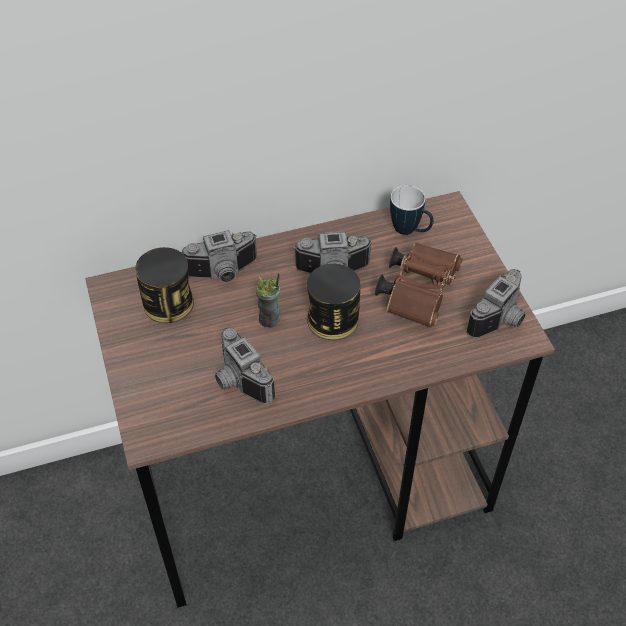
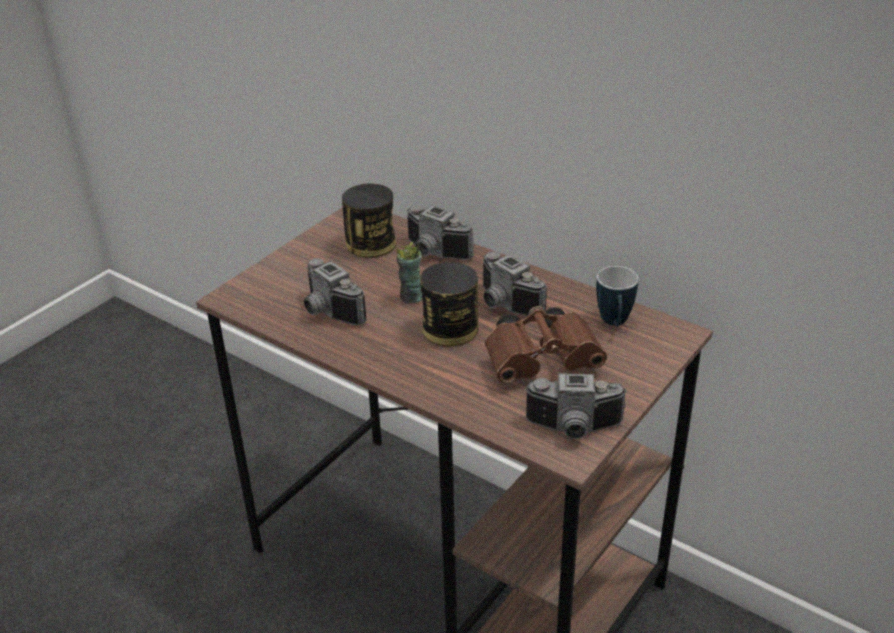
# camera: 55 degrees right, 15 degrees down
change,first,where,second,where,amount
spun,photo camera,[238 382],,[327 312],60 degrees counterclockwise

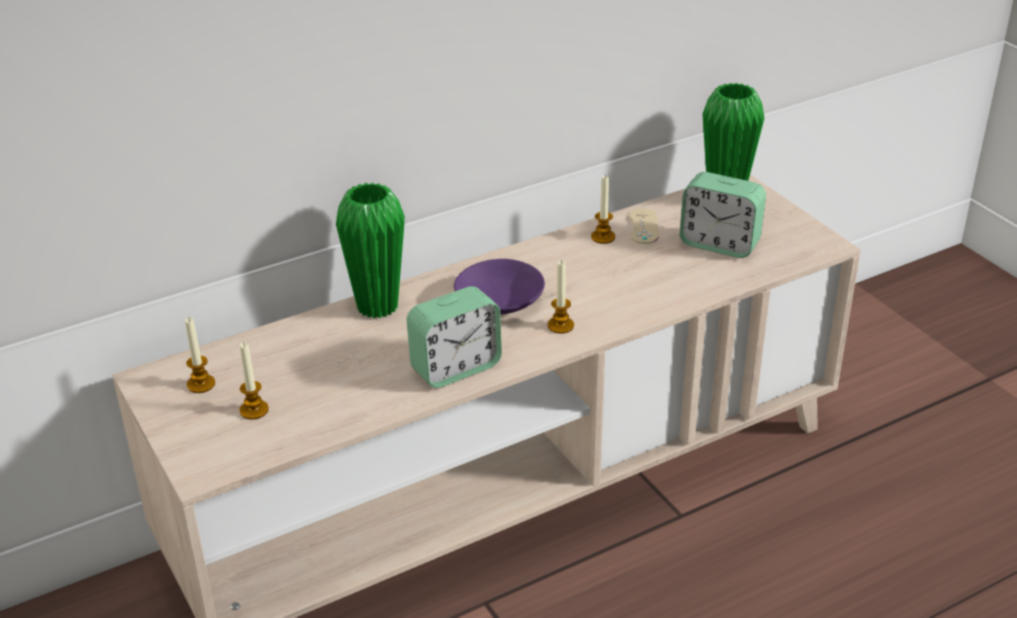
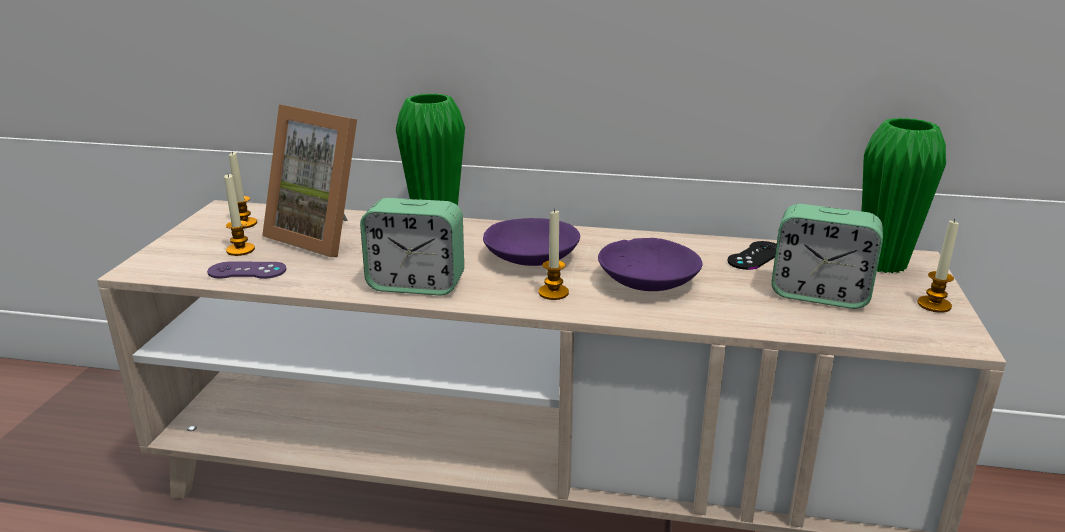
# camera: 40 degrees right, 10 degrees down
change,first,where,second,where,amount
appeared,,,purple game controller,[247 271],
appeared,,,picture frame,[324 235],
appeared,,,purple bowl,[648 281],
relocated,candle,[603 237],,[934 305],
colour,beige game controller,[643 226],black game controller,[755 256],
spun,alarm clock,[719 244],,[819 294],45 degrees counterclockwise

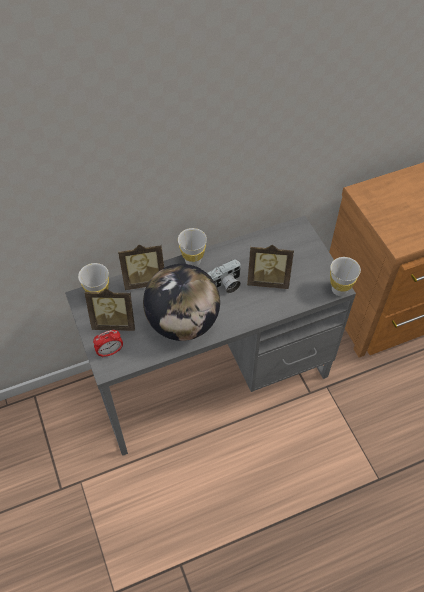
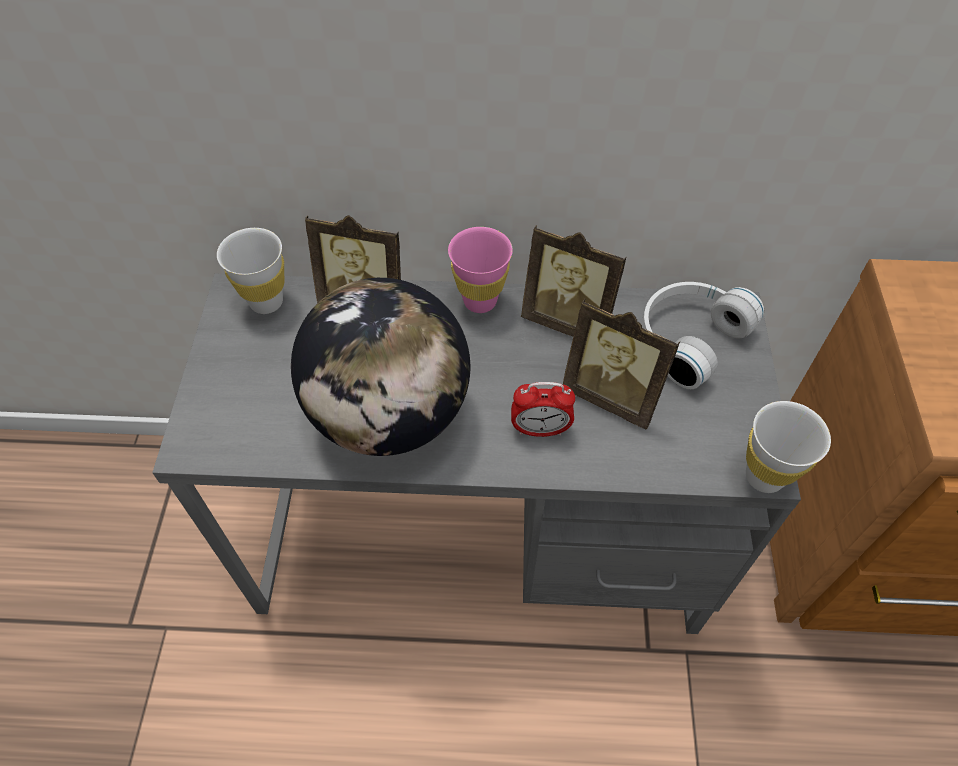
# camera: 25 degrees right, 0 degrees up
change,first,where,second,where,amount
missing,photo camera,[225 285],,,
appeared,,,white headphones,[687 338],
relocated,picture frame,[114 322],,[569 320],
relocated,alarm clock,[110 352],,[540 429],
colour,white cup,[193 261],pink cup,[480 301],

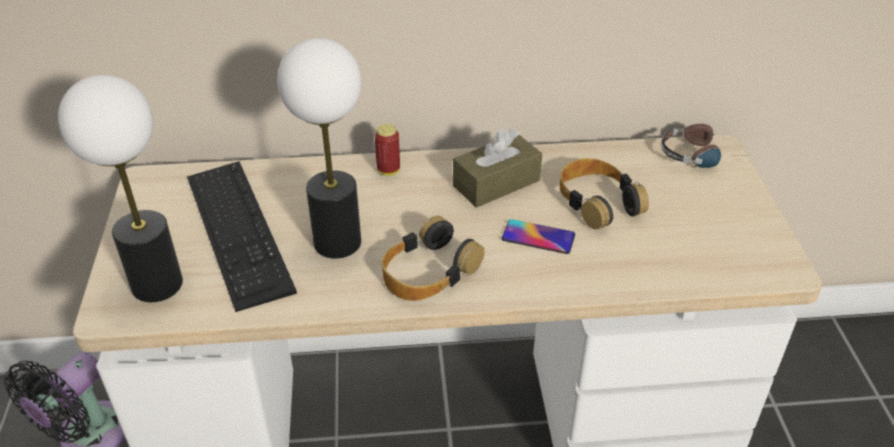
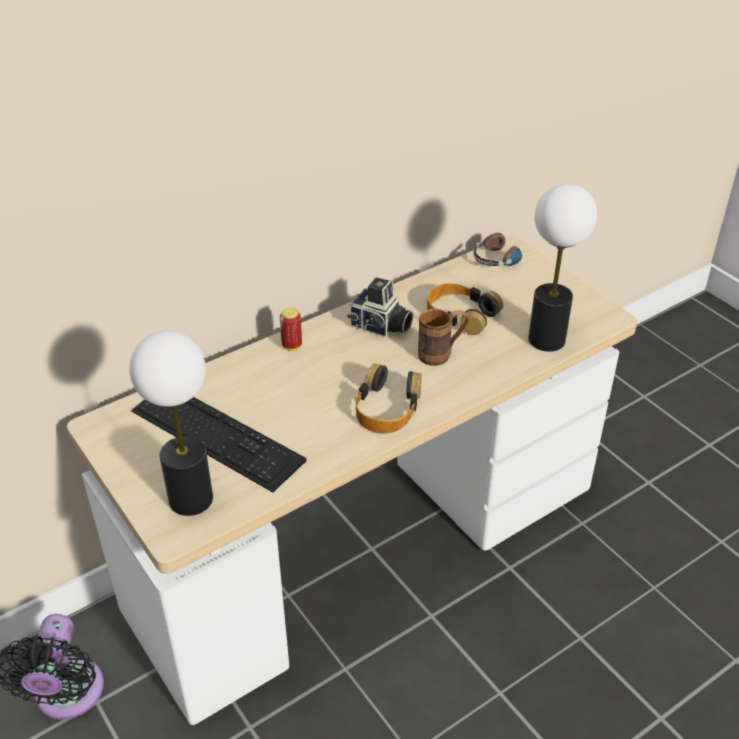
# camera: 30 degrees left, 0 degrees up
change,first,where,second,where,amount
relocated,table lamp,[336 242],,[546 340],
exchanged,brown tissue box,[496 183],photo camera,[380 327],
exchanged,phone,[538 237],brown mug,[441 354],

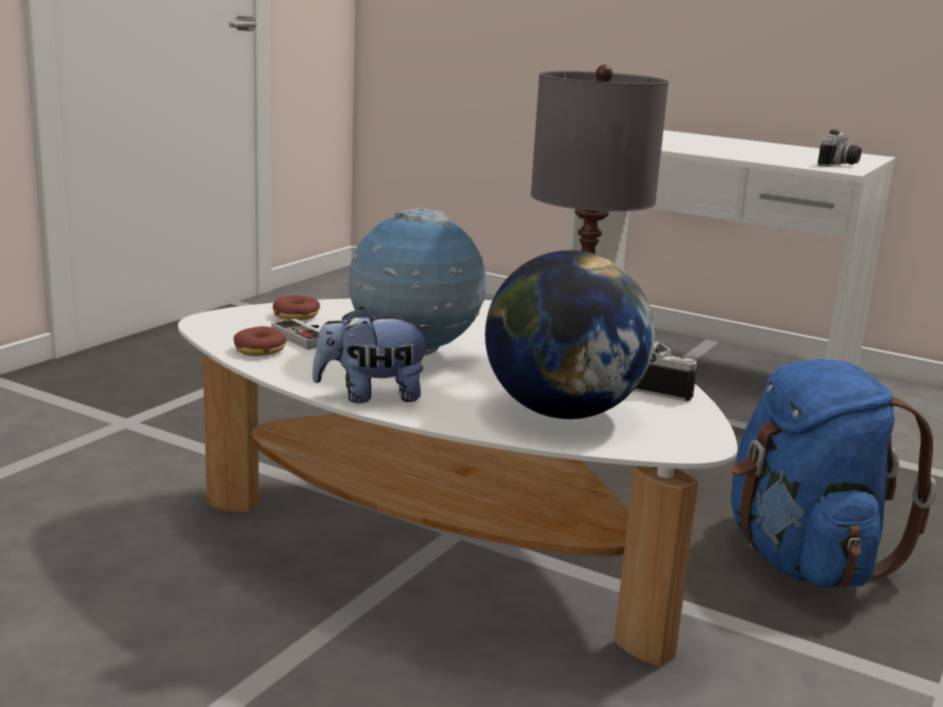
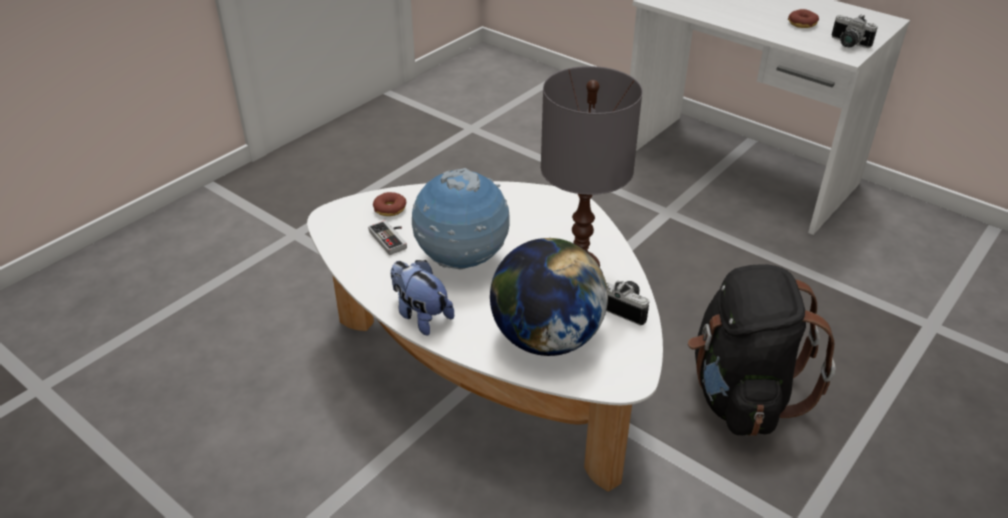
# camera: 10 degrees right, 20 degrees up
change,first,where,second,where,amount
relocated,donut,[260 350],,[802 23],
colour,blue backpack,[802 560],black backpack,[741 395],
spun,plush toy,[371 396],,[421 315],45 degrees clockwise
spun,photo camera,[839 165],,[847 44],90 degrees clockwise

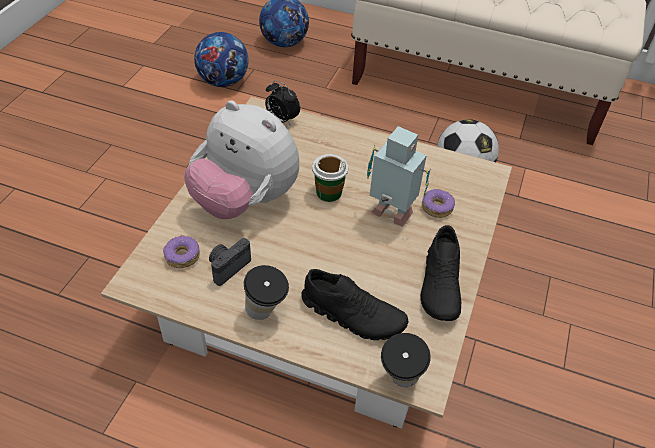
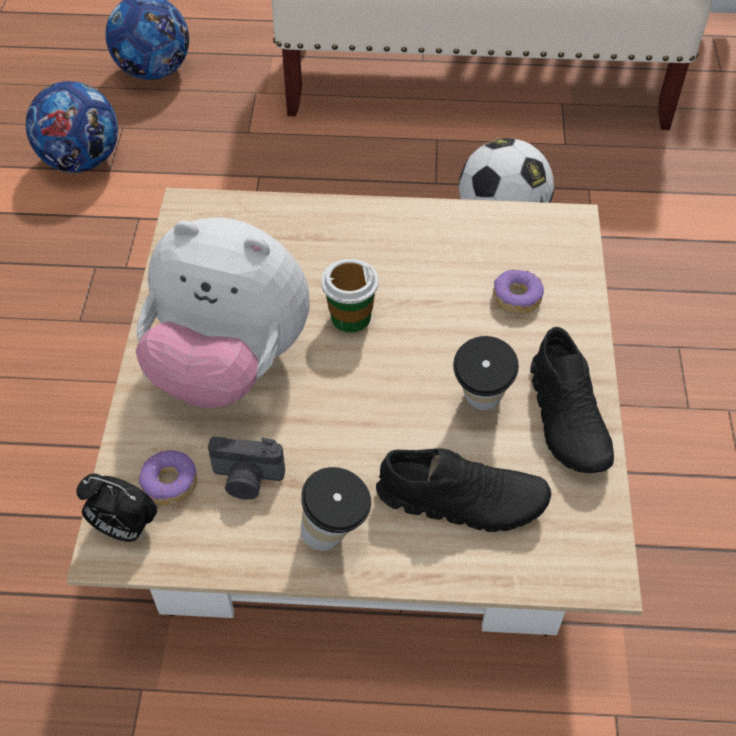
# camera: 15 degrees left, 5 degrees up
change,first,where,second,where,amount
missing,toy robot,[391 216],,,
relocated,alarm clock,[281 120],,[124 528],
relocated,cup,[399 382],,[480 406],
spun,photo camera,[227 267],,[247 480],105 degrees counterclockwise

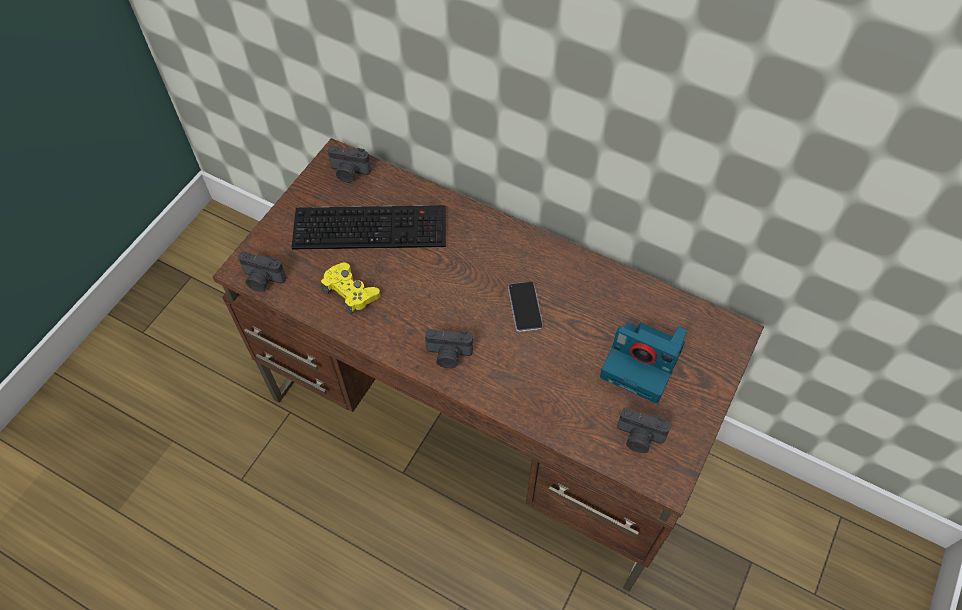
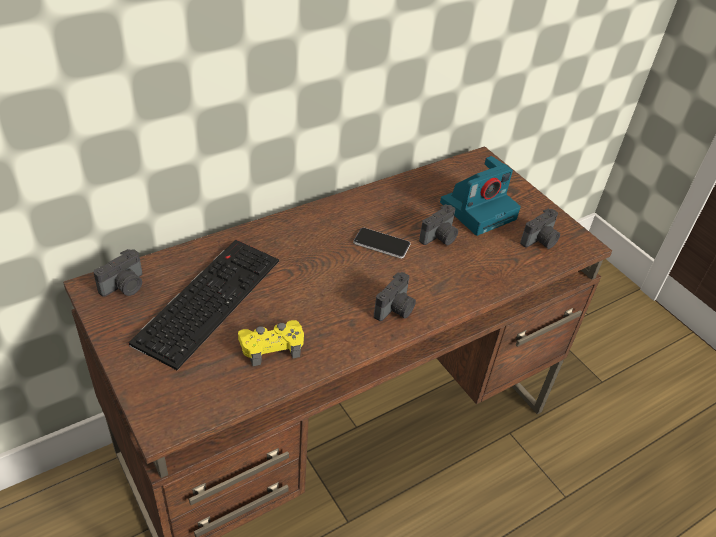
# camera: 65 degrees left, 15 degrees down
change,first,where,second,where,amount
relocated,photo camera,[262 280],,[440 238],

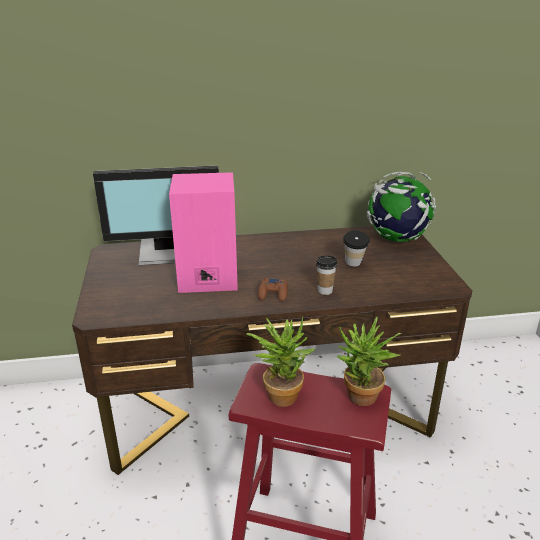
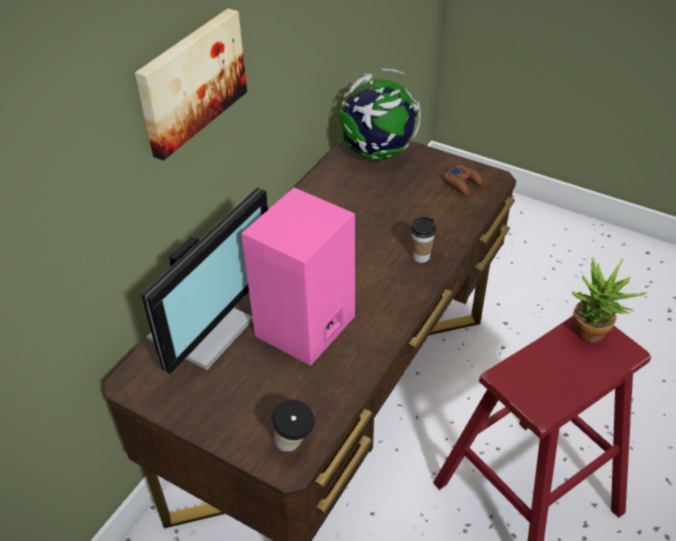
# camera: 50 degrees left, 15 degrees up
change,first,where,second,where,amount
missing,potted plant,[280 393],,,
appeared,,,picture,[190 81],
relocated,brown game controller,[273 293],,[462 183],
relocated,cup,[354 265],,[294 446],

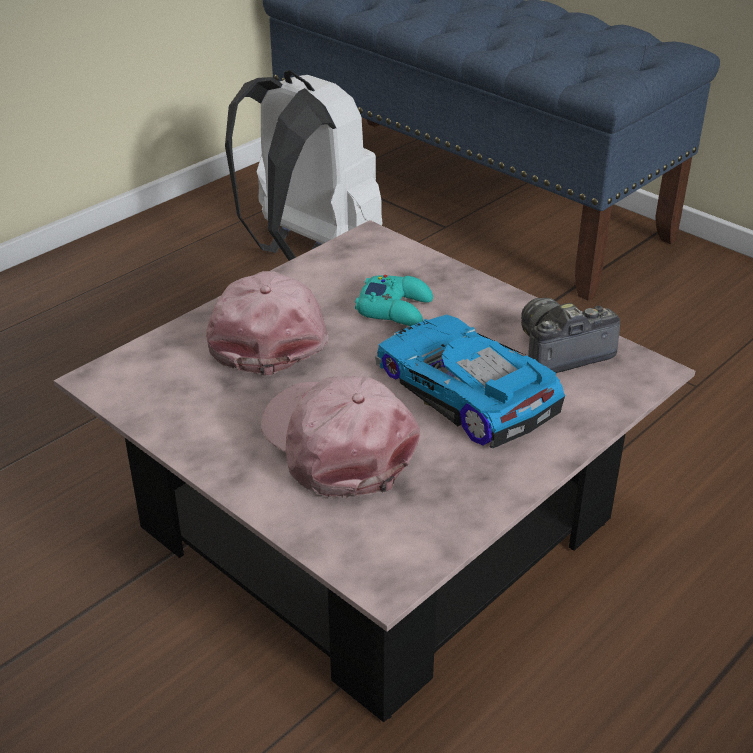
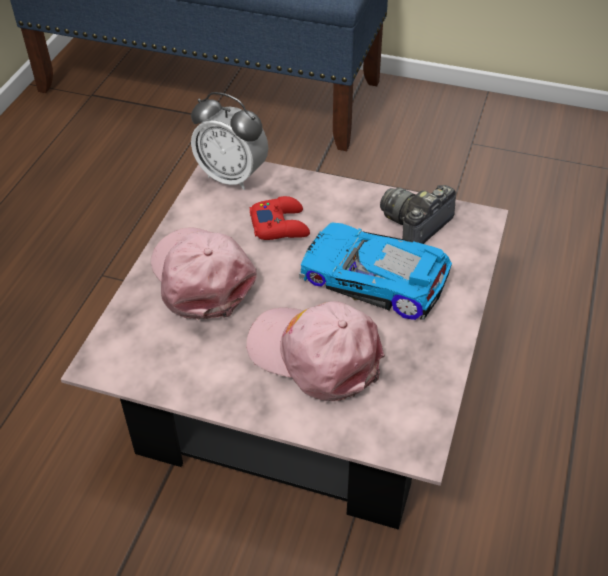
# camera: 25 degrees left, 10 degrees up
change,first,where,second,where,amount
missing,white backpack,[307 248],,,
appeared,,,alarm clock,[232 177],
colour,turquoise game controller,[395 309],red game controller,[280 225],

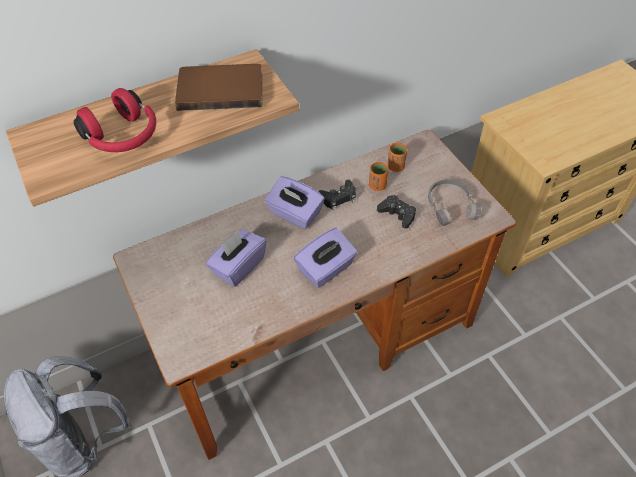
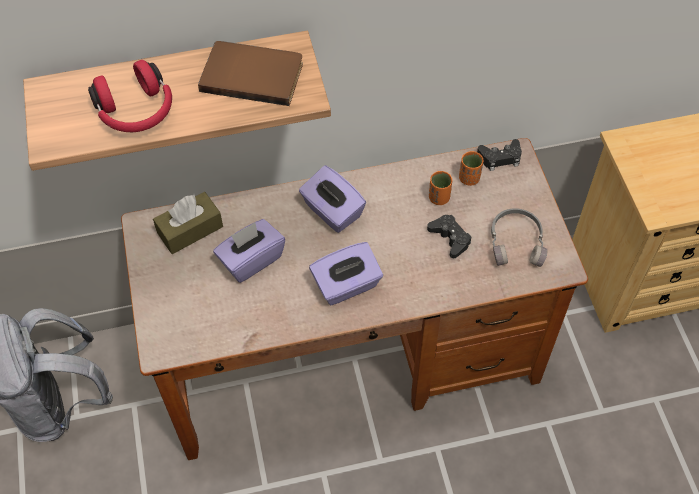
# camera: 15 degrees right, 5 degrees up
change,first,where,second,where,amount
appeared,,,brown tissue box,[190 230],
relocated,black game controller,[338 198],,[500 158],

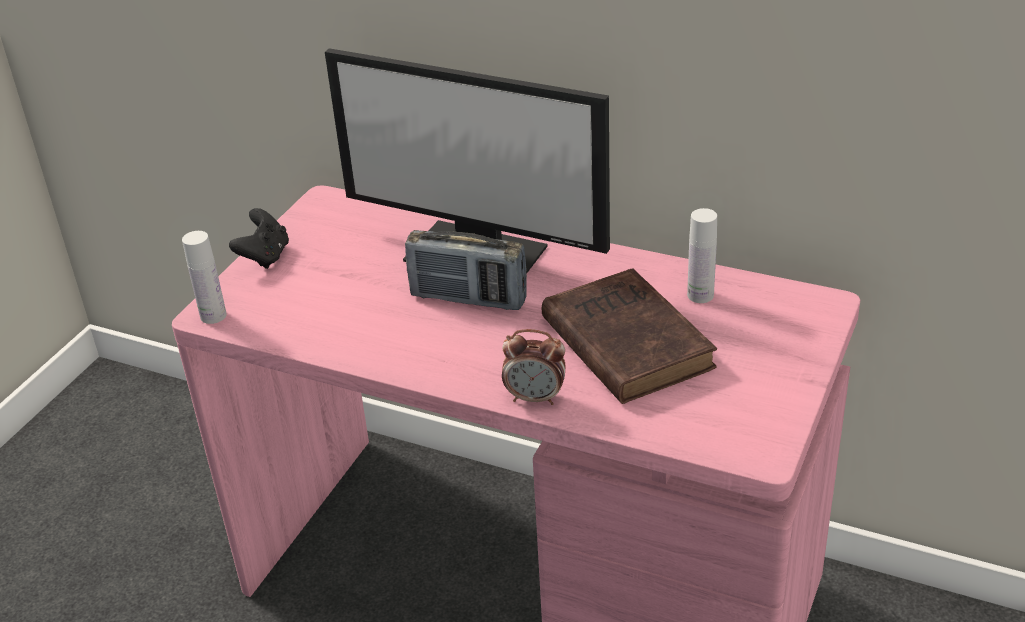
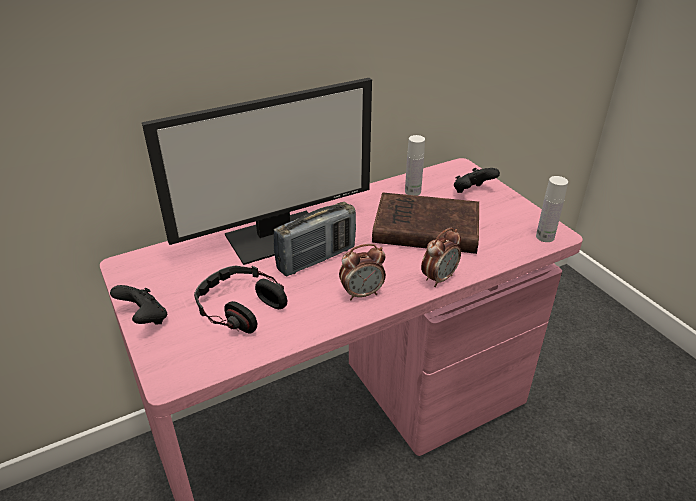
# camera: 55 degrees left, 0 degrees up
change,first,where,second,where,amount
appeared,,,headphones,[240 307],
appeared,,,alarm clock,[362 293],
appeared,,,black game controller,[472 192],
relocated,white bottle,[213 316],,[545 237],

